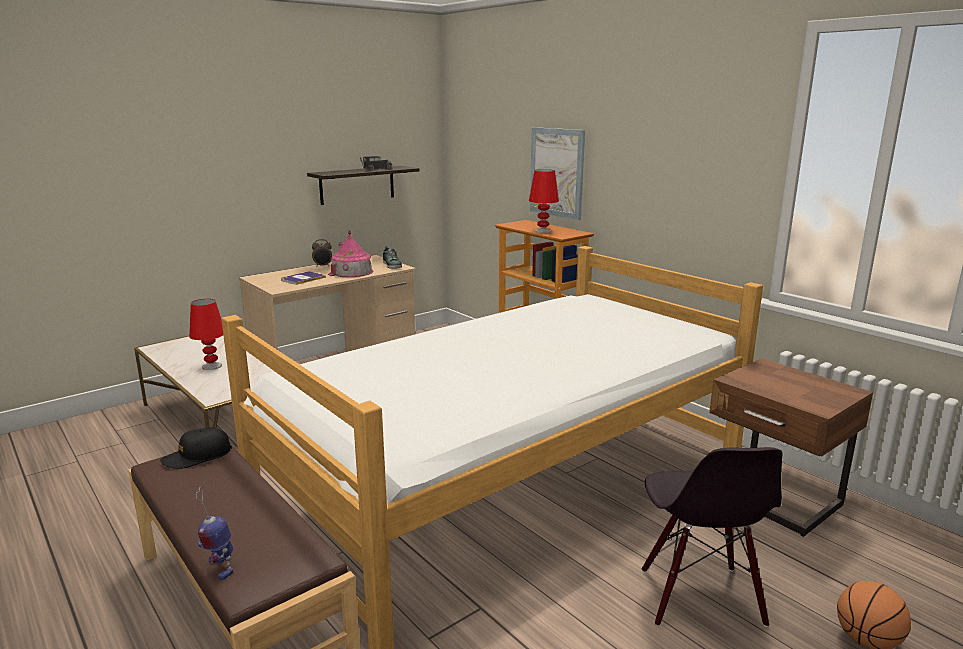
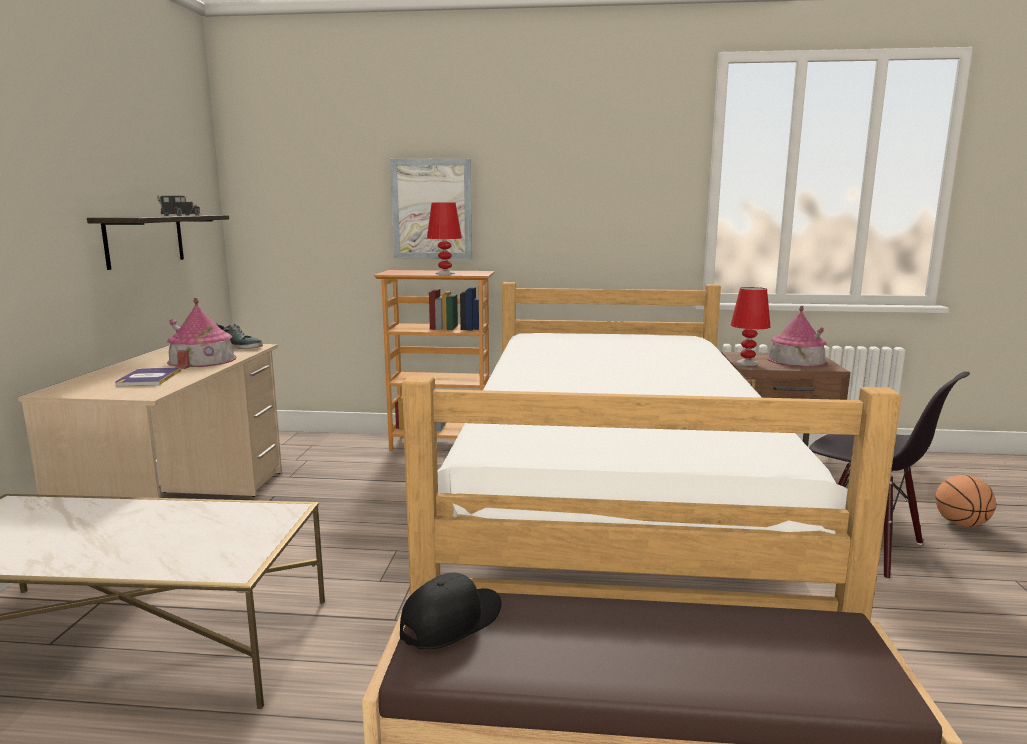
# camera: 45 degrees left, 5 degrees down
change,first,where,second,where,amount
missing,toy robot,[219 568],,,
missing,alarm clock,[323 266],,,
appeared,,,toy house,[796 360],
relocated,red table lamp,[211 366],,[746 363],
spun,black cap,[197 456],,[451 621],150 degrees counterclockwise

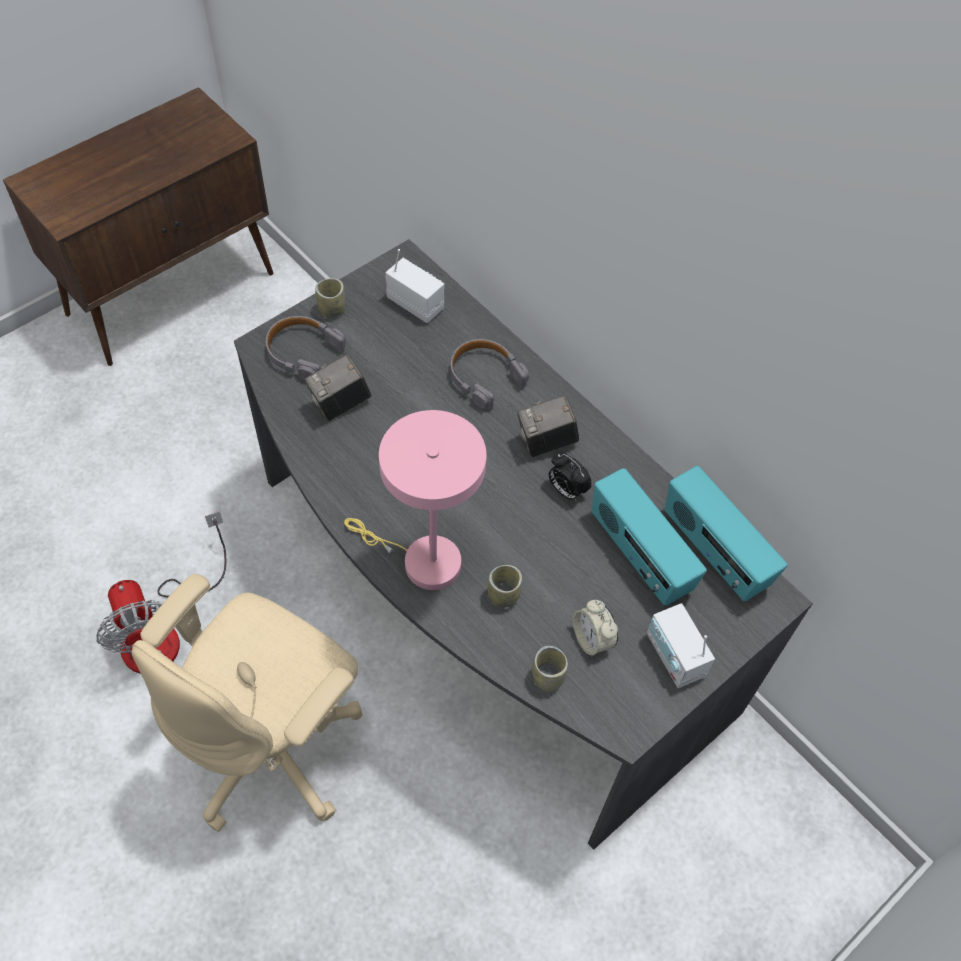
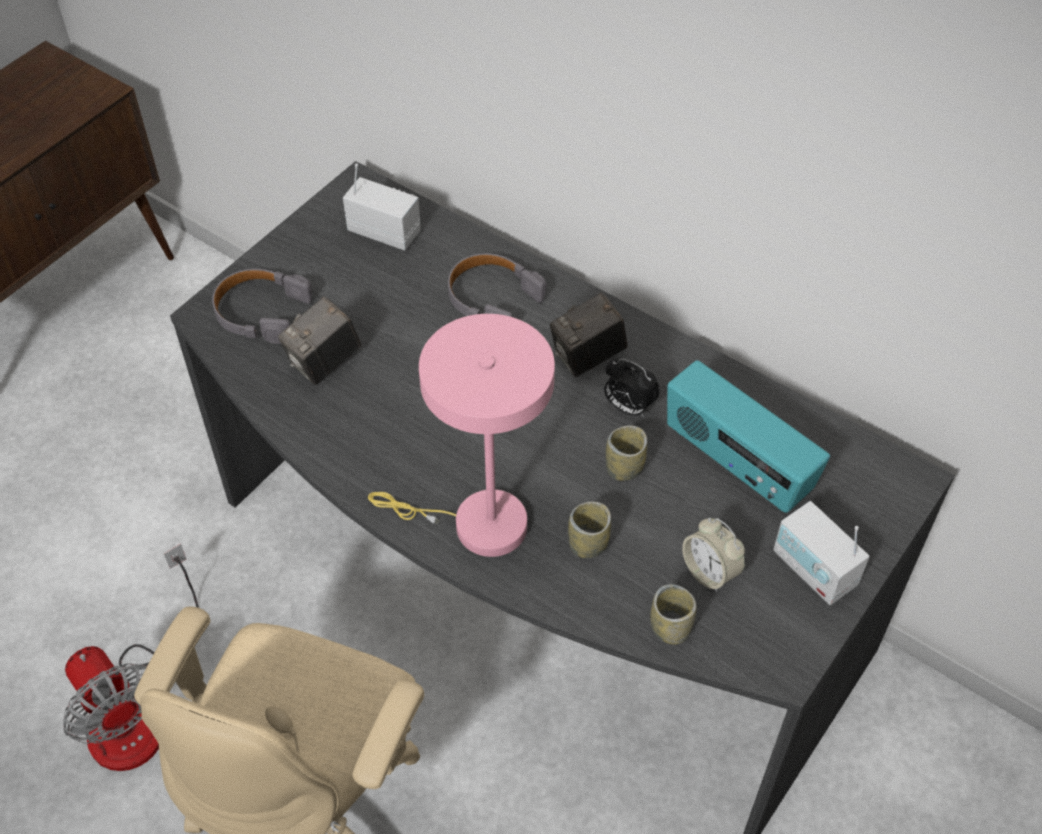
# camera: 10 degrees left, 5 degrees down
change,first,where,second,where,amount
missing,radio,[713 552],,,
relocated,cup,[332 310],,[624 468],

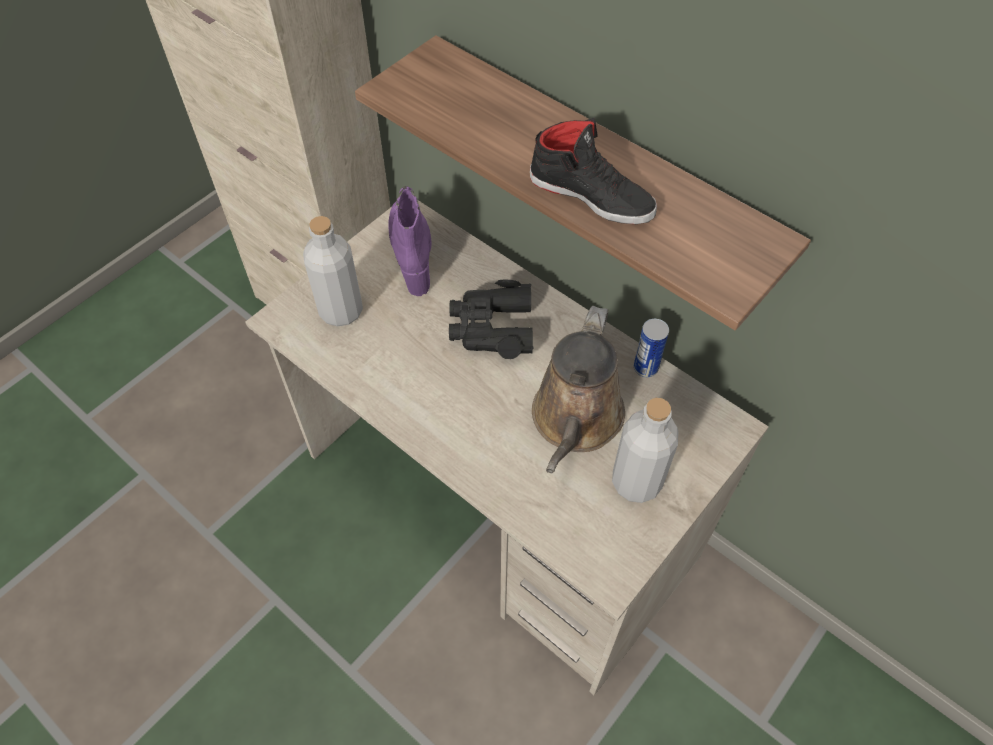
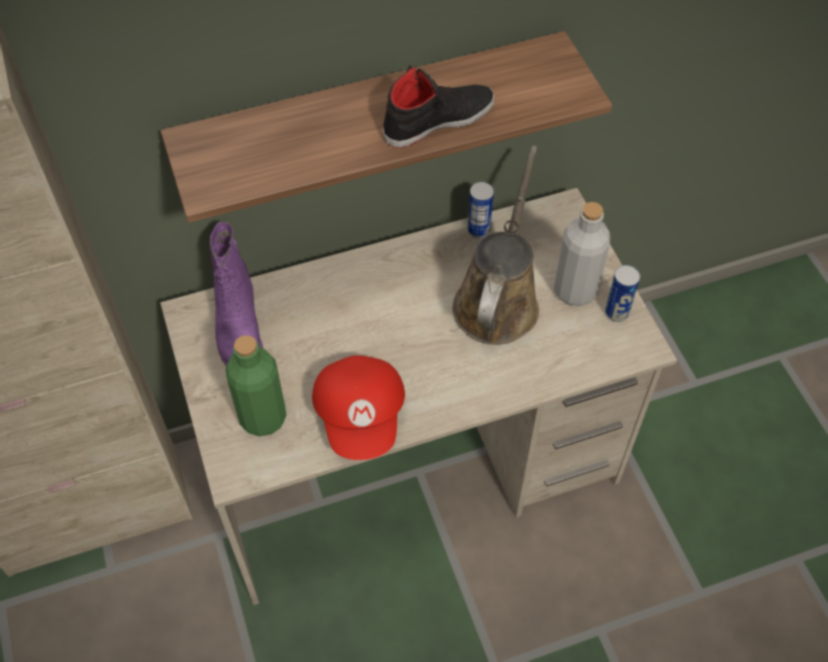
# camera: 60 degrees left, 0 degrees up
change,first,where,second,where,amount
missing,black binoculars,[491 327],,,
appeared,,,red cap,[362 416],
appeared,,,can,[616 312],
colour,grey bottle,[341 311],green bottle,[263 417],
spun,purple boot,[412 253],,[238 331],120 degrees counterclockwise
spun,brown watering can,[575 421],,[498 300],120 degrees counterclockwise

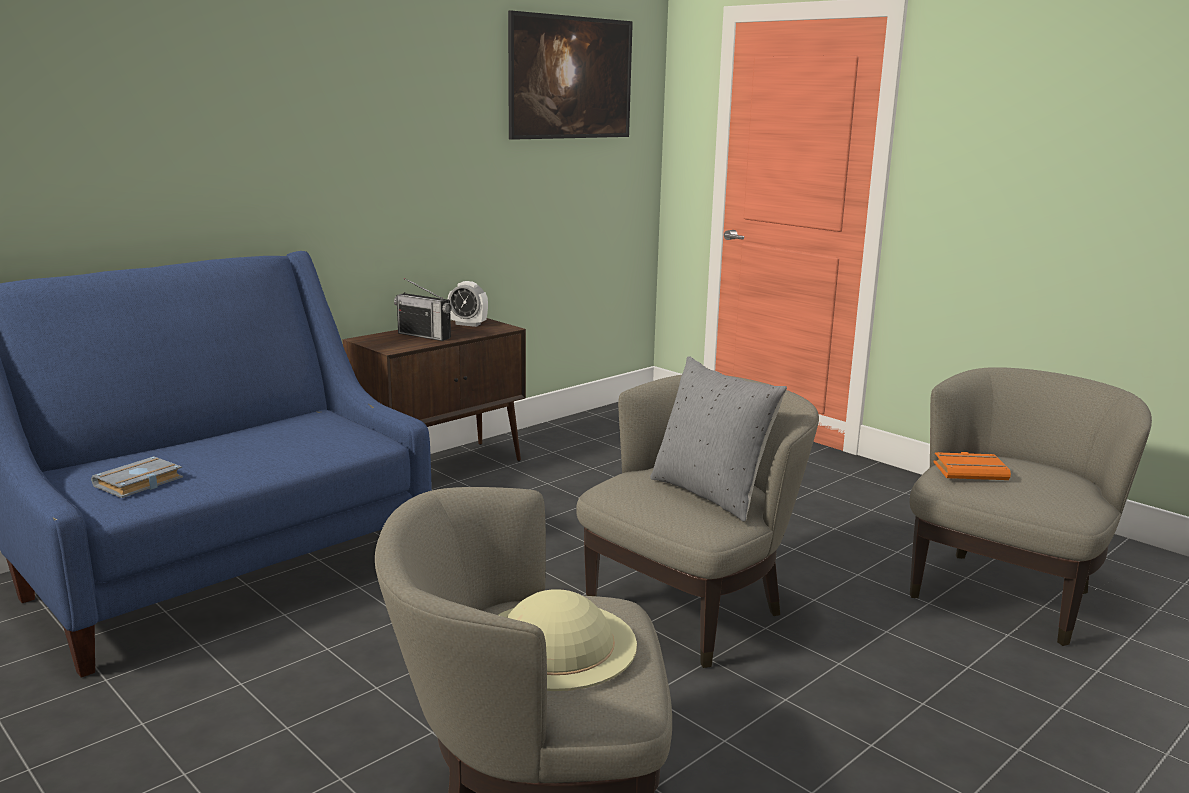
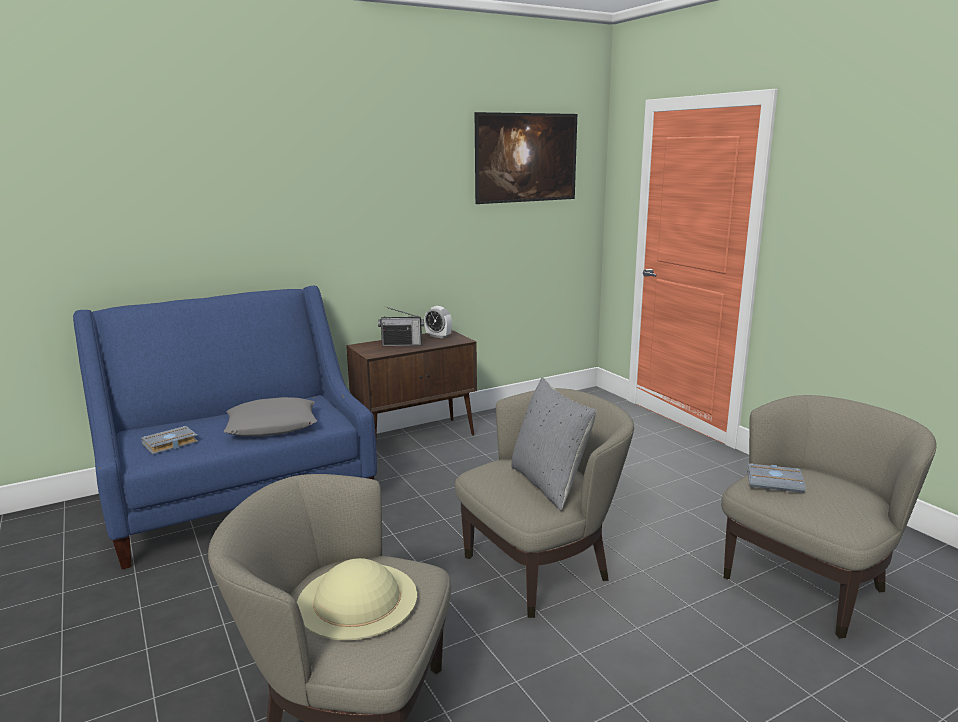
# camera: 15 degrees right, 0 degrees up
change,first,where,second,where,amount
appeared,,,grey pillow,[272 425],
colour,orange book,[971 471],grey book,[775 482],
spun,radio,[424 336],,[402 344],45 degrees counterclockwise

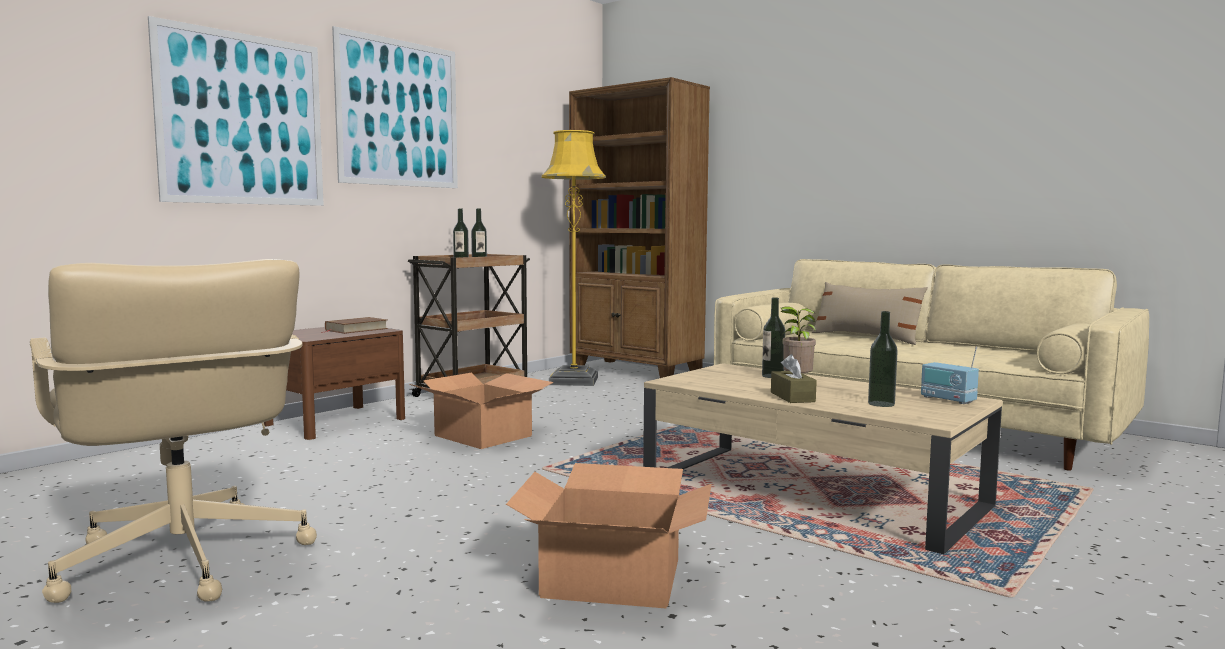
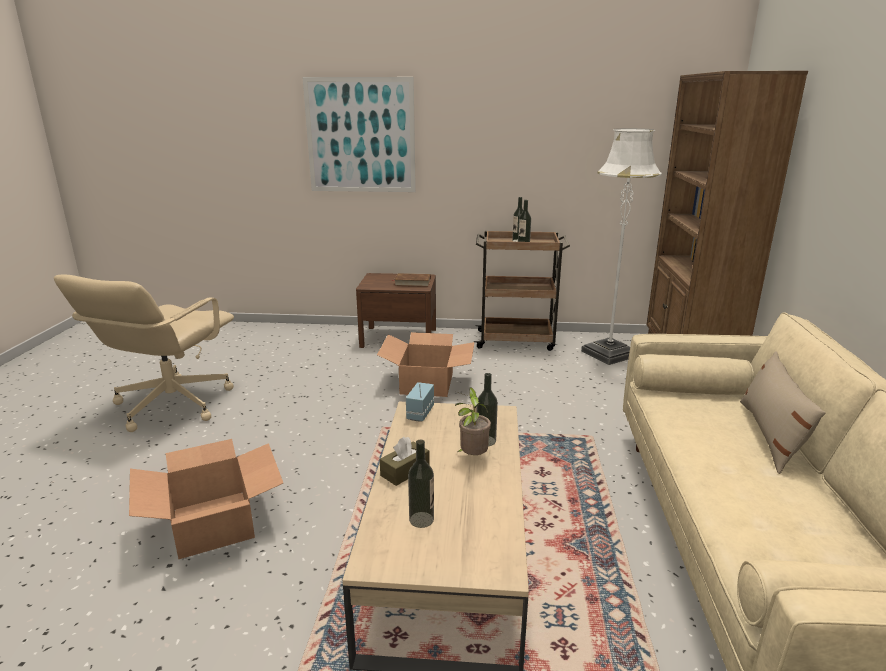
# camera: 55 degrees right, 15 degrees up
change,first,where,second,where,amount
missing,picture,[399 113],,,
relocated,radio,[947 400],,[419 413],
colour,yellow floor lamp,[574 381],white floor lamp,[608 354],

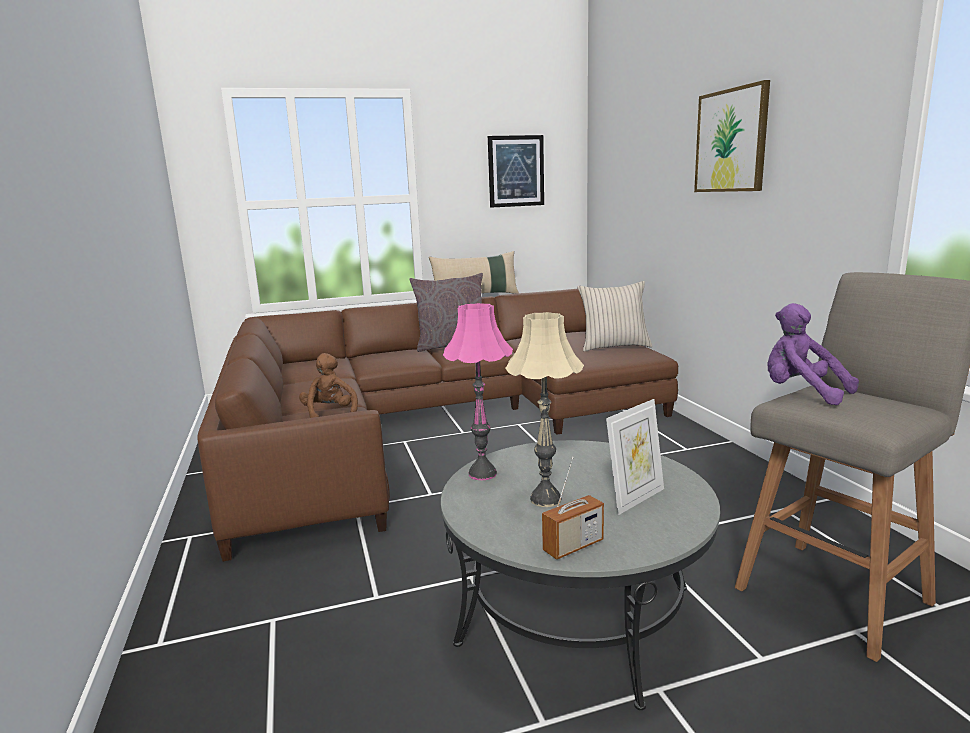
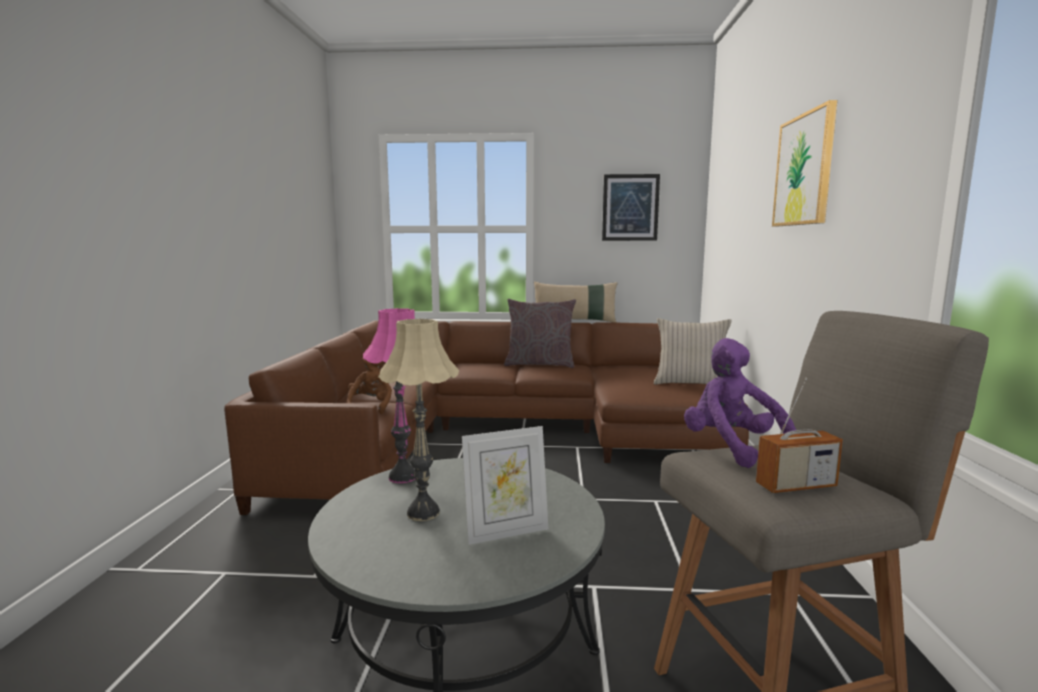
# camera: 20 degrees right, 5 degrees down
change,first,where,second,where,amount
relocated,radio,[573 546],,[796 486],

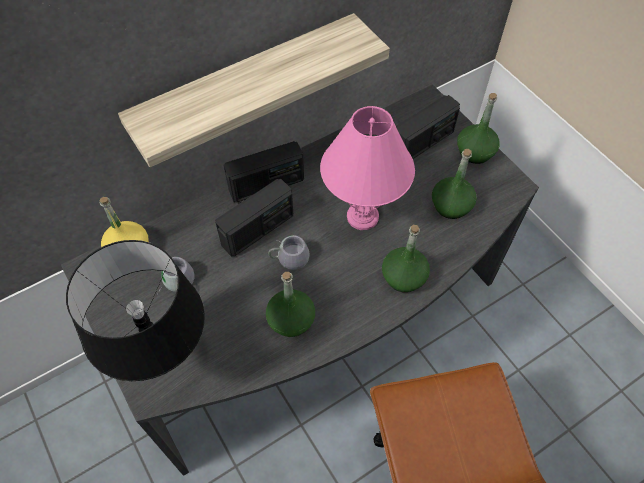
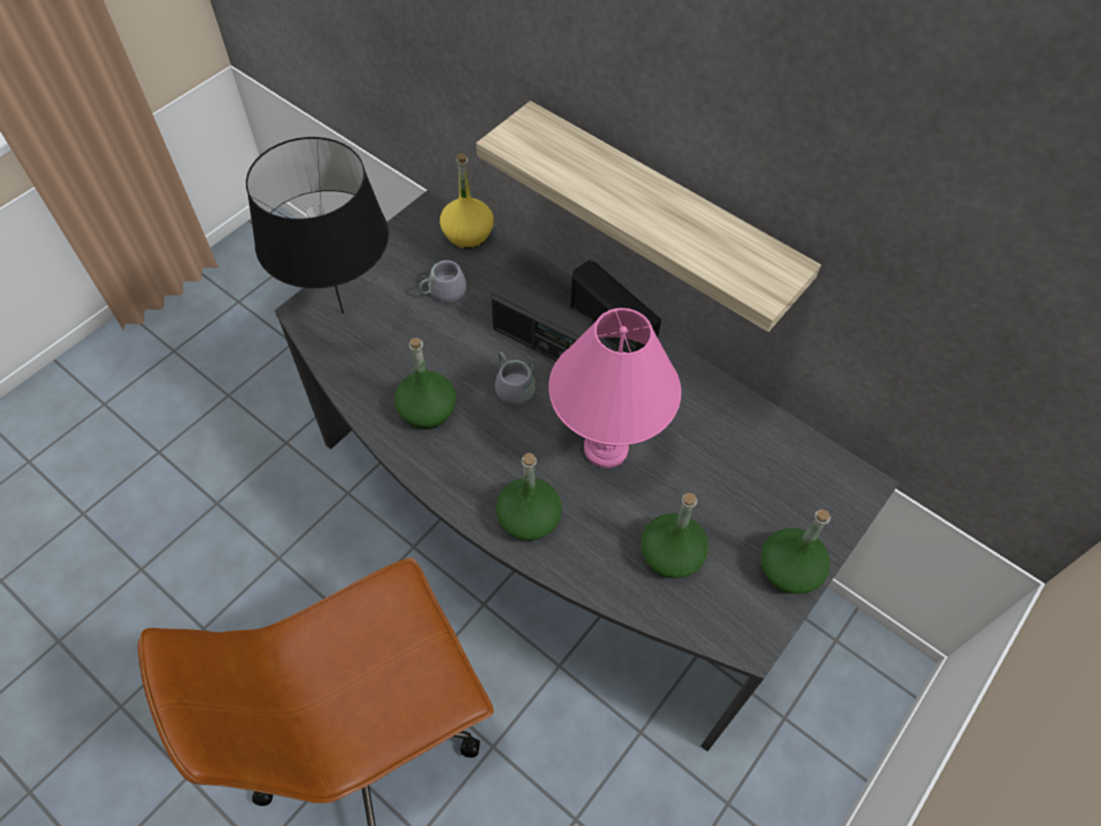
# camera: 70 degrees right, 0 degrees up
change,first,where,second,where,amount
missing,radio,[422 143],,,

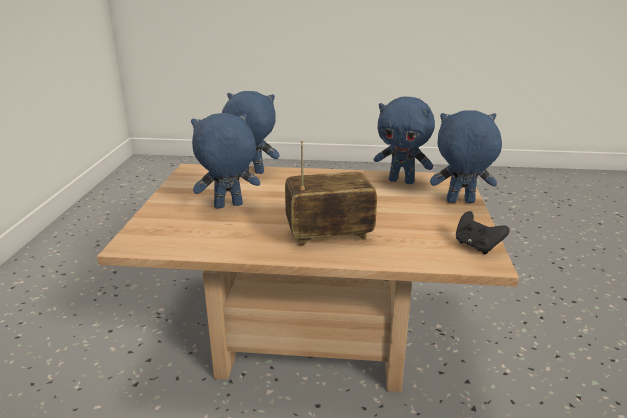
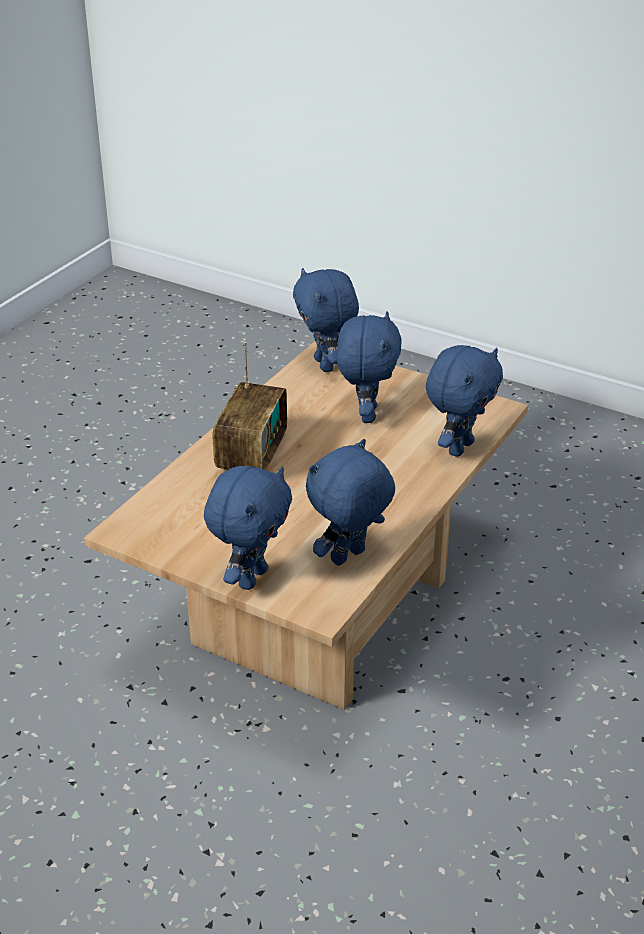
# camera: 115 degrees right, 10 degrees up
change,first,where,second,where,amount
missing,black game controller,[476 246],,,
appeared,,,blue plush toy,[326 365],

